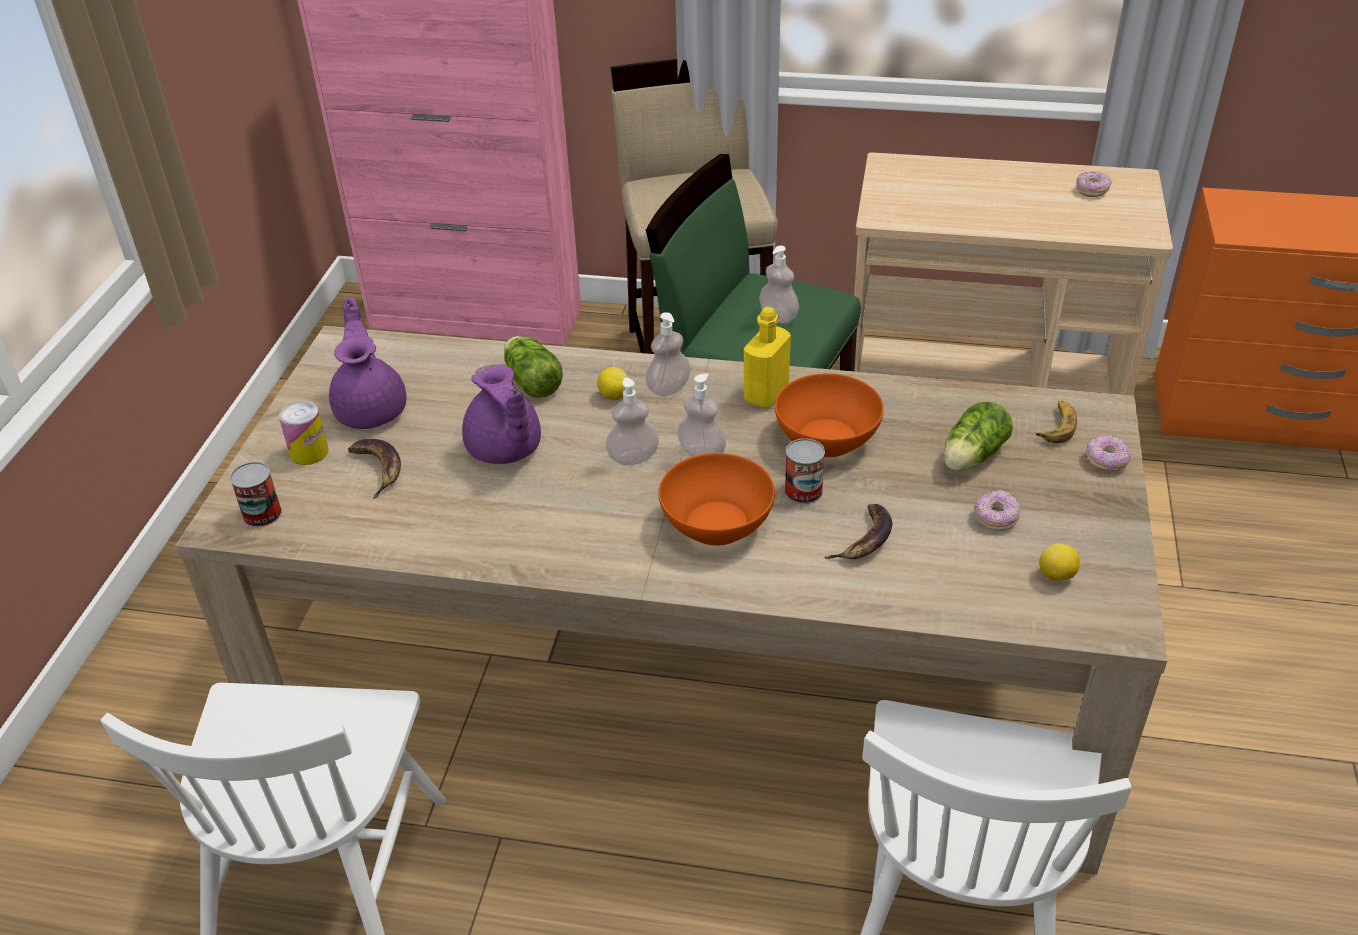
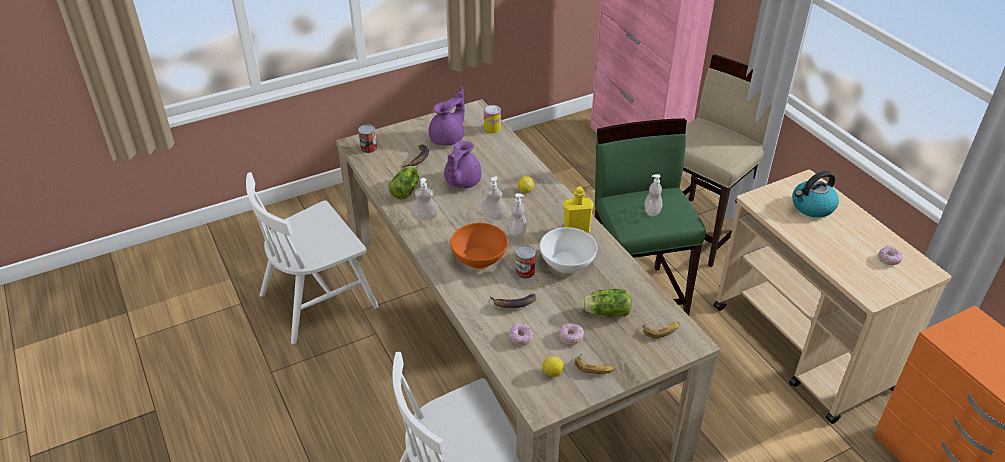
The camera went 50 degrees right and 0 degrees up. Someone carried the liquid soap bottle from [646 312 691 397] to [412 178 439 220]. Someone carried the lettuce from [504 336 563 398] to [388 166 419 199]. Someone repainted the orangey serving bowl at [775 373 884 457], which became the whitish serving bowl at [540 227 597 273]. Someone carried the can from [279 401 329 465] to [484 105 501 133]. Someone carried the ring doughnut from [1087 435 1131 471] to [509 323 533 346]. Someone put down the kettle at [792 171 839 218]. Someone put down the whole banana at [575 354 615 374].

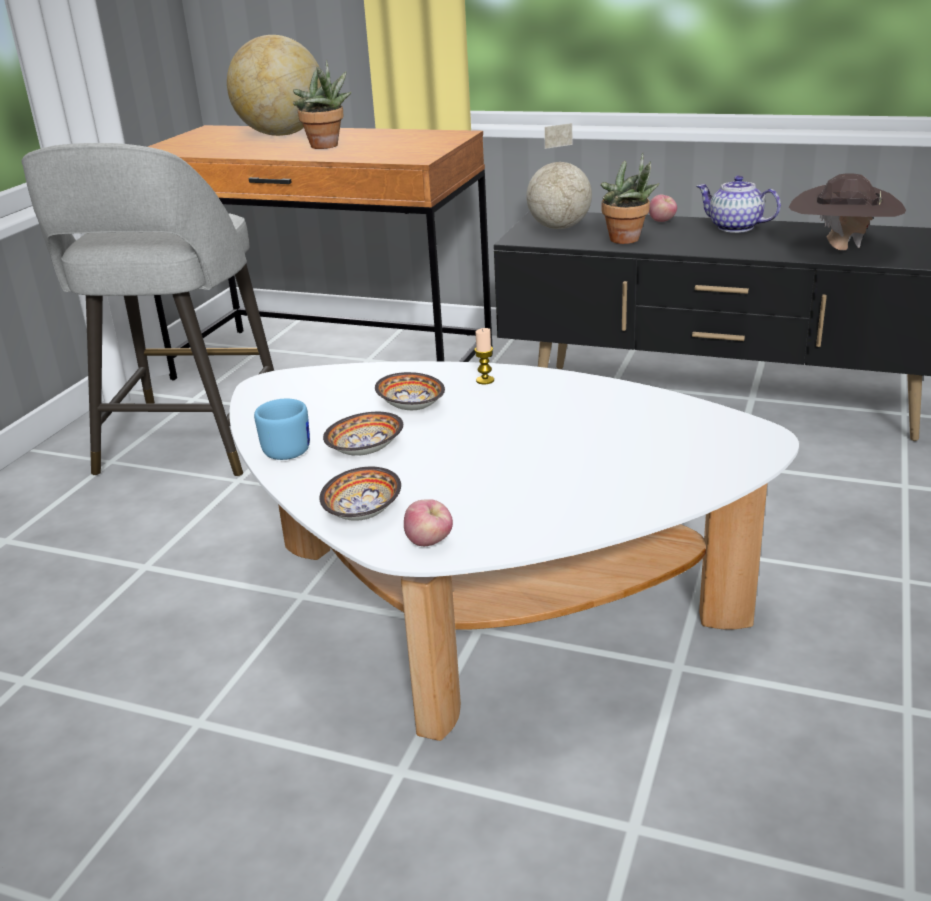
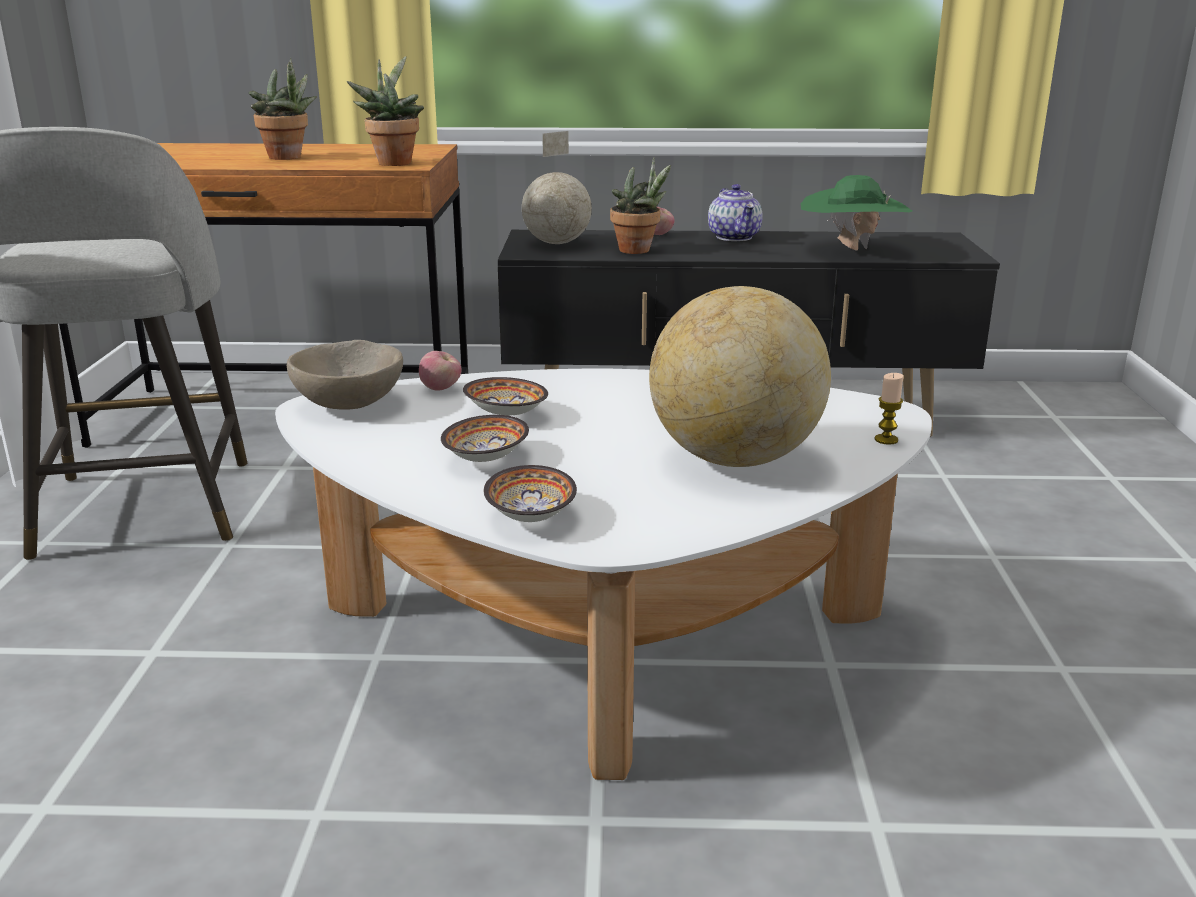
The camera went 20 degrees left and 5 degrees down. Someone carried the world globe from [227 35 321 136] to [649 286 831 467]. Someone repainted the brown-coloured wearable hat at [789 173 906 250], which became the green wearable hat at [801 175 912 251]. Someone rotated the pot for tea at [697 175 781 233] by 120 degrees counterclockwise. Someone carried the wax candle from [474 328 494 384] to [875 373 903 445]. Someone took away the blue-coloured tea mug at [254 399 310 460]. Someone carried the whole apple from [404 499 453 546] to [419 351 461 391]. Someone put down the potted plant at [347 56 424 166]. Someone put down the beige serving bowl at [287 340 403 410].

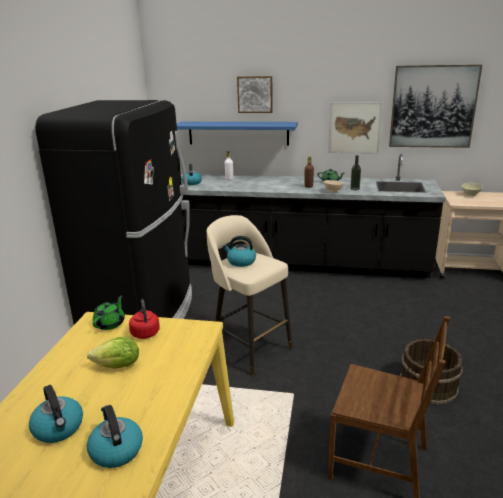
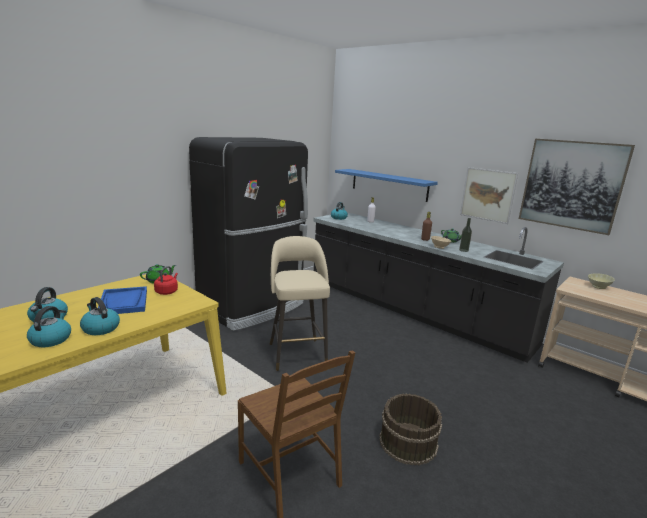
The camera went 30 degrees right and 5 degrees down. Someone took away the wall picture at [237 76 273 113]. Someone carried the kettle from [223 236 256 267] to [80 297 120 335]. Someone swapped the lettuce at [87 337 139 369] for the blue-coloured tray at [98 286 147 314].

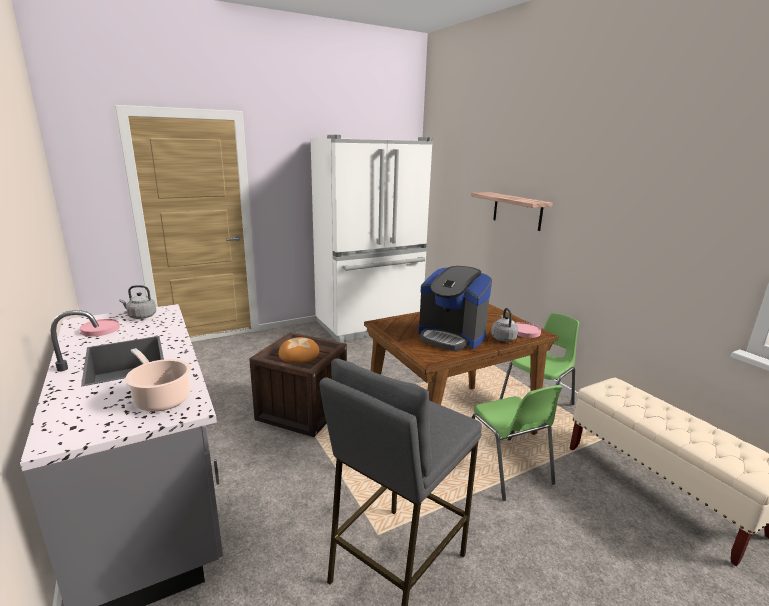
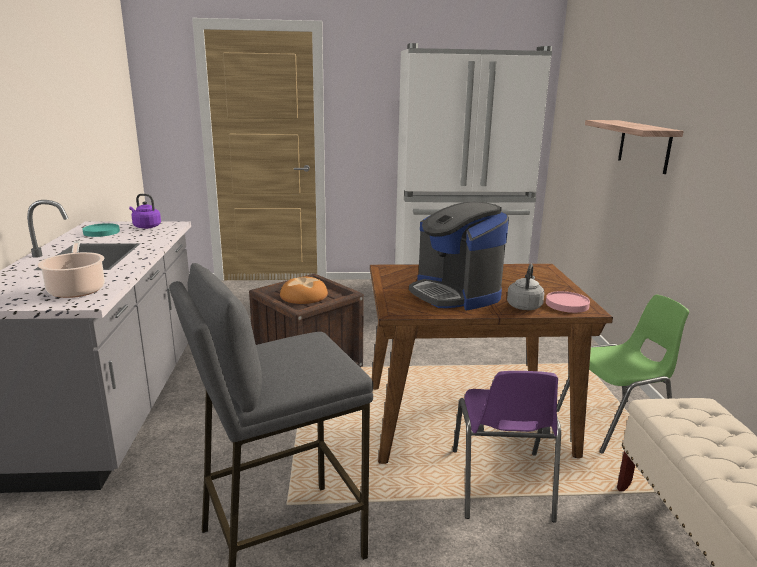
The camera went 25 degrees right and 0 degrees up. Someone repainted the greyish kettle at [119 285 156 319], which became the purplish kettle at [129 194 161 229]. Someone repainted the pinkish dinner plate at [80 319 120 337], which became the turquoise-coloured dinner plate at [83 223 120 237]. Someone repainted the green upright chair at [471 385 562 501], which became the purplish upright chair at [453 371 561 523].

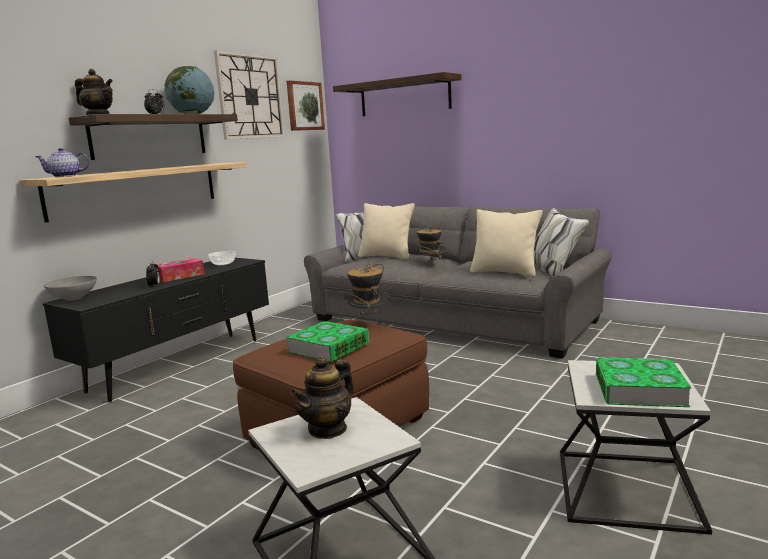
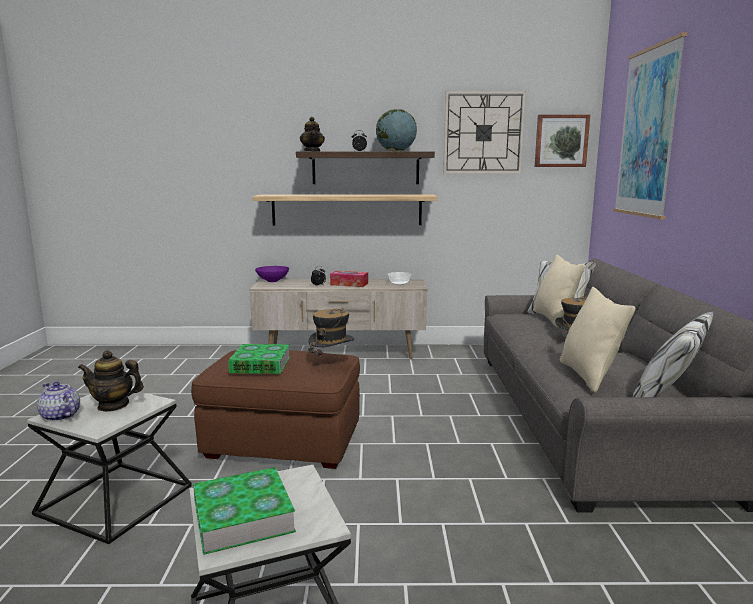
The camera went 55 degrees right and 0 degrees up. Someone swapped the shelf at [333 72 462 116] for the wall picture at [613 32 687 220]. Someone carried the pot for tea from [35 148 89 177] to [37 382 80 422]. Someone repainted the blackish tv unit at [43 258 269 402], which became the beige tv unit at [249 279 428 359]. Someone repainted the greyish serving bowl at [43 276 97 301], which became the purplish serving bowl at [255 266 289 282].

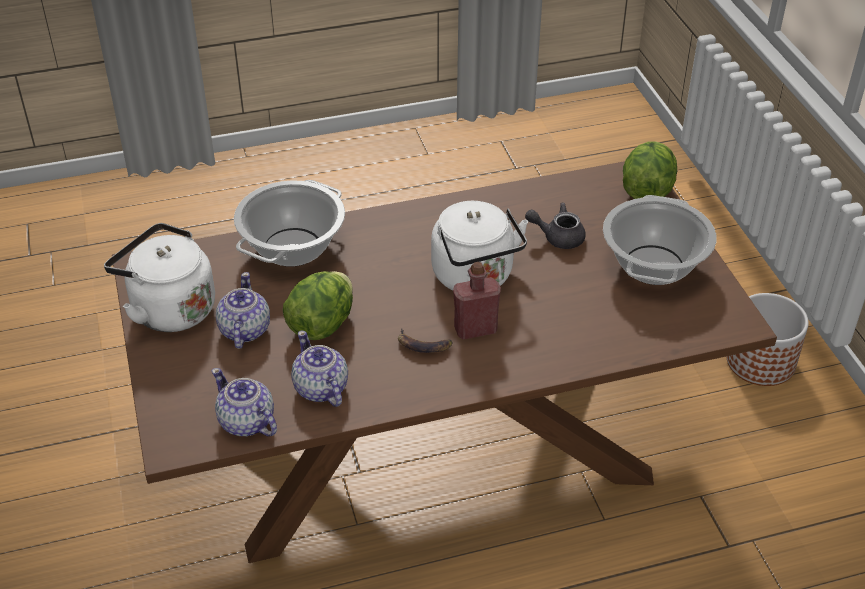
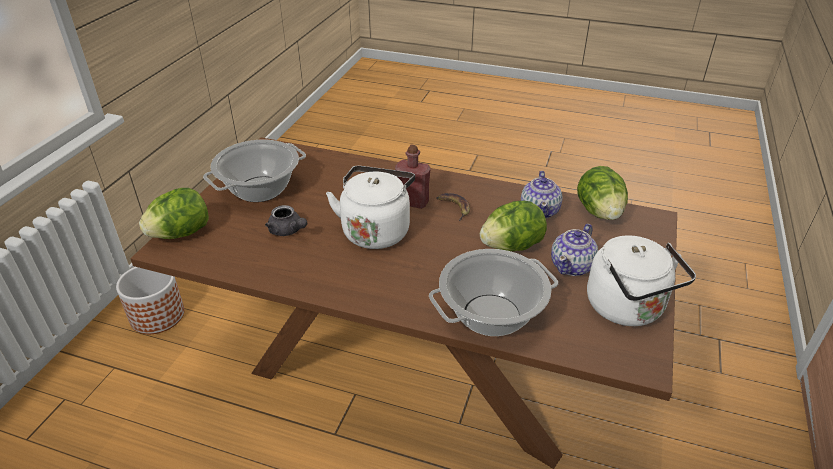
The camera went 145 degrees left and 5 degrees down. Someone swapped the pot for tea at [211 368 277 437] for the lettuce at [577 166 628 220].

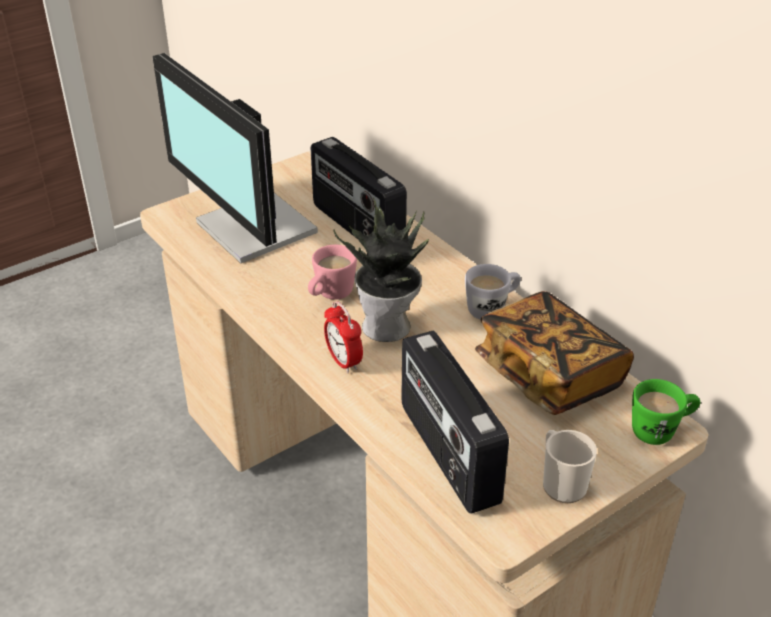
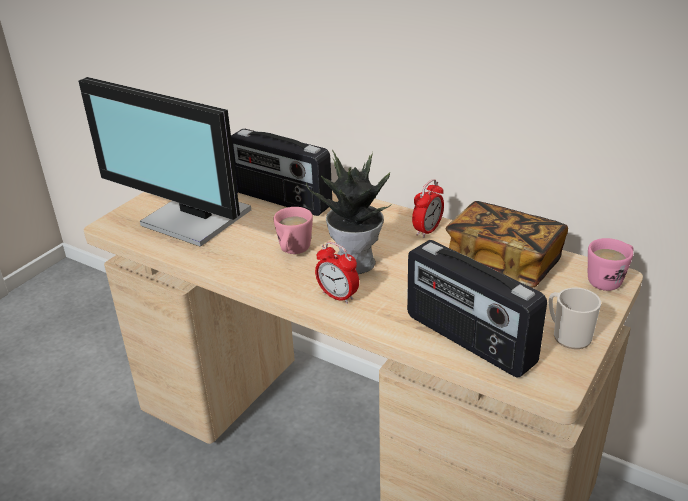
The camera went 20 degrees left and 5 degrees down. Someone swapped the whitish tea mug at [465 264 521 320] for the bedside clock at [412 179 444 238]. Someone repainted the green tea mug at [632 379 700 445], which became the pinkish tea mug at [588 238 634 291].

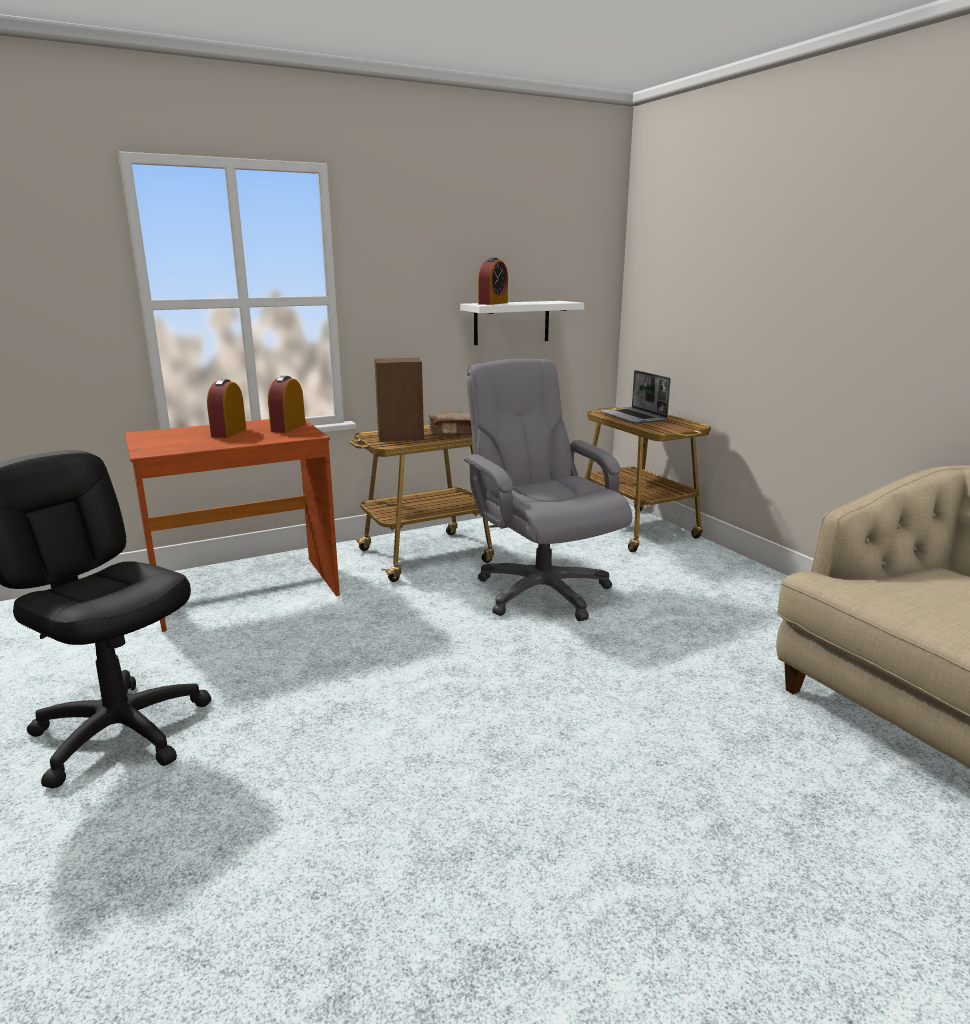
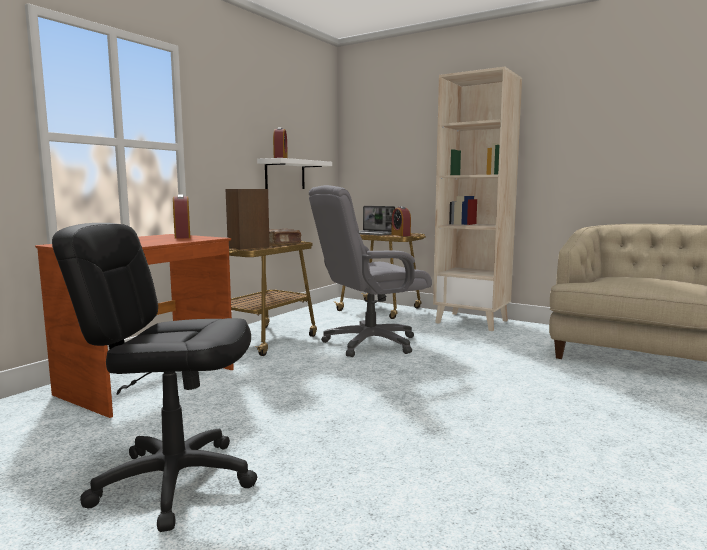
The camera went 30 degrees left and 10 degrees down. Someone rotated the greyish computer chair at [464 359 632 621] by 60 degrees counterclockwise. Someone carried the bedside clock from [207 379 246 438] to [392 206 411 236]. Someone put down the beige bookshelf at [433 67 522 331].

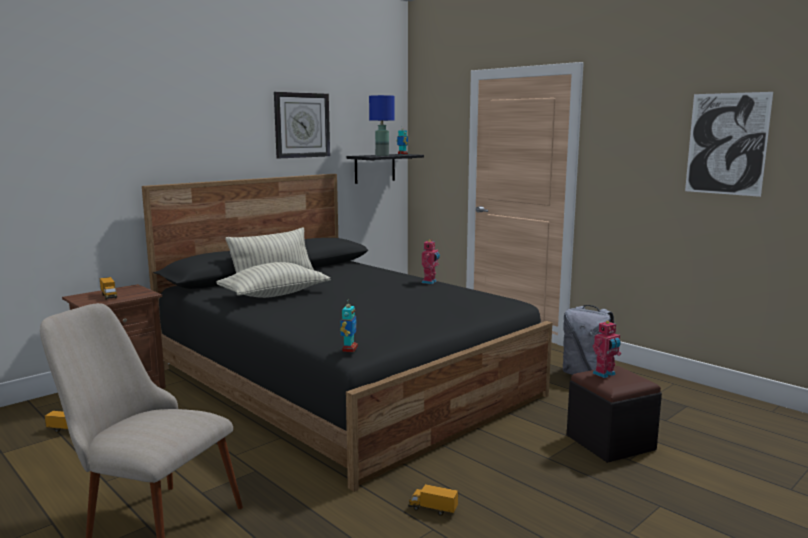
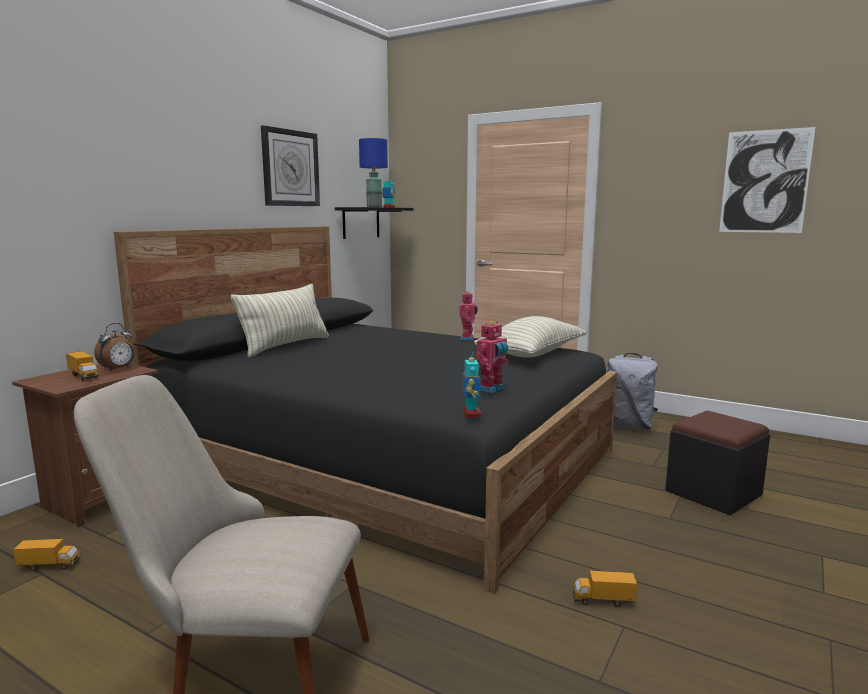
The camera went 15 degrees left and 0 degrees up. Someone carried the throw pillow from [216 262 331 298] to [474 316 586 358]. Someone carried the model robot from [593 320 621 378] to [476 321 509 393]. Someone put down the bedside clock at [94 323 135 371].

